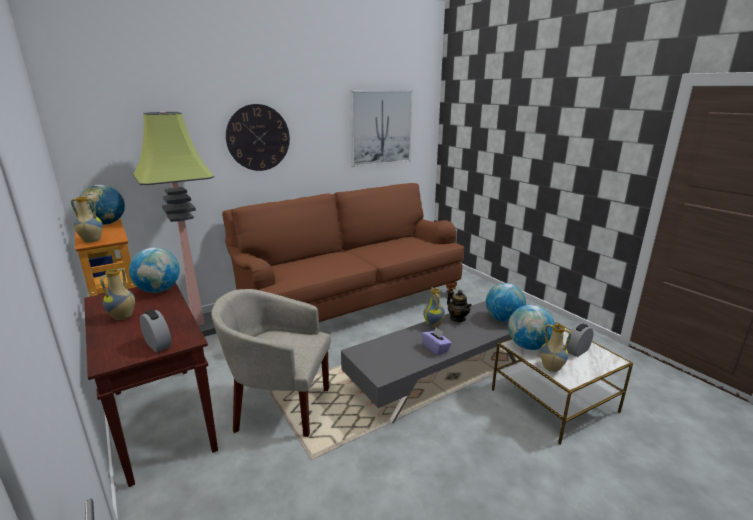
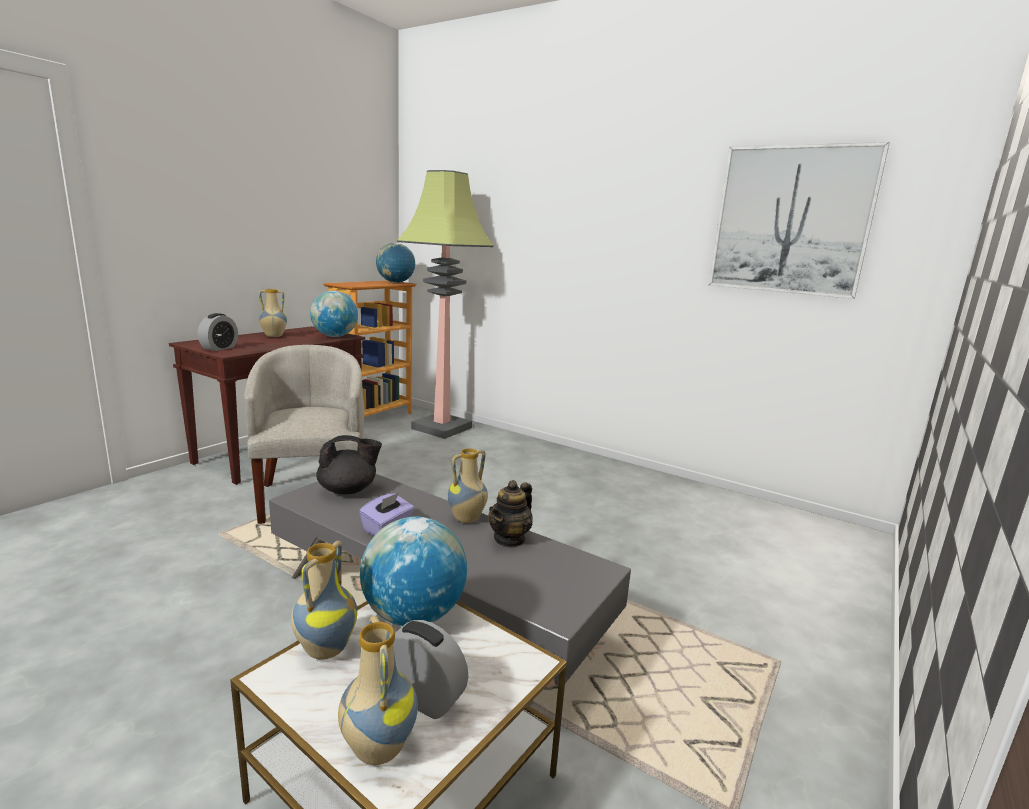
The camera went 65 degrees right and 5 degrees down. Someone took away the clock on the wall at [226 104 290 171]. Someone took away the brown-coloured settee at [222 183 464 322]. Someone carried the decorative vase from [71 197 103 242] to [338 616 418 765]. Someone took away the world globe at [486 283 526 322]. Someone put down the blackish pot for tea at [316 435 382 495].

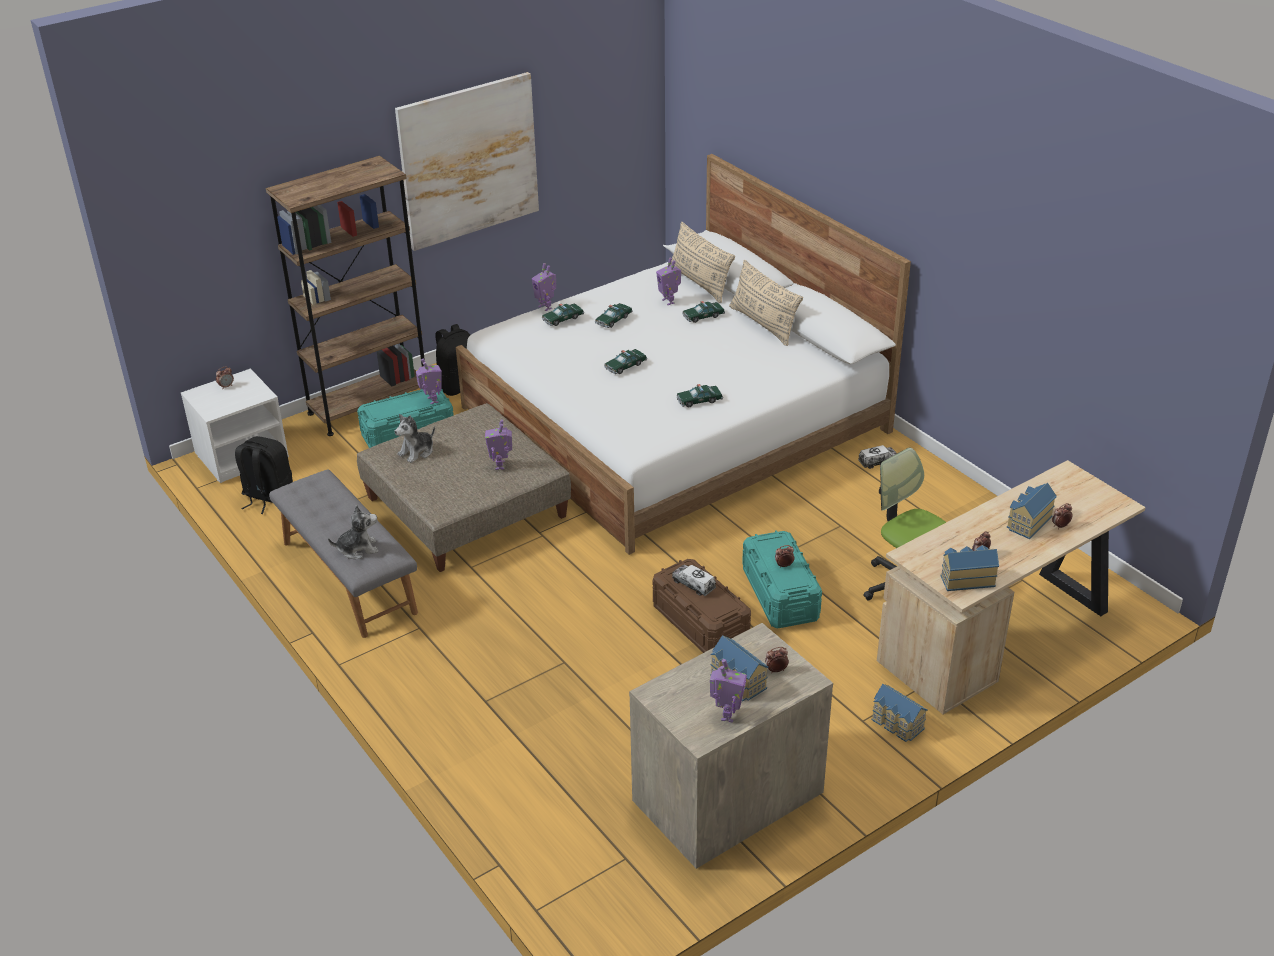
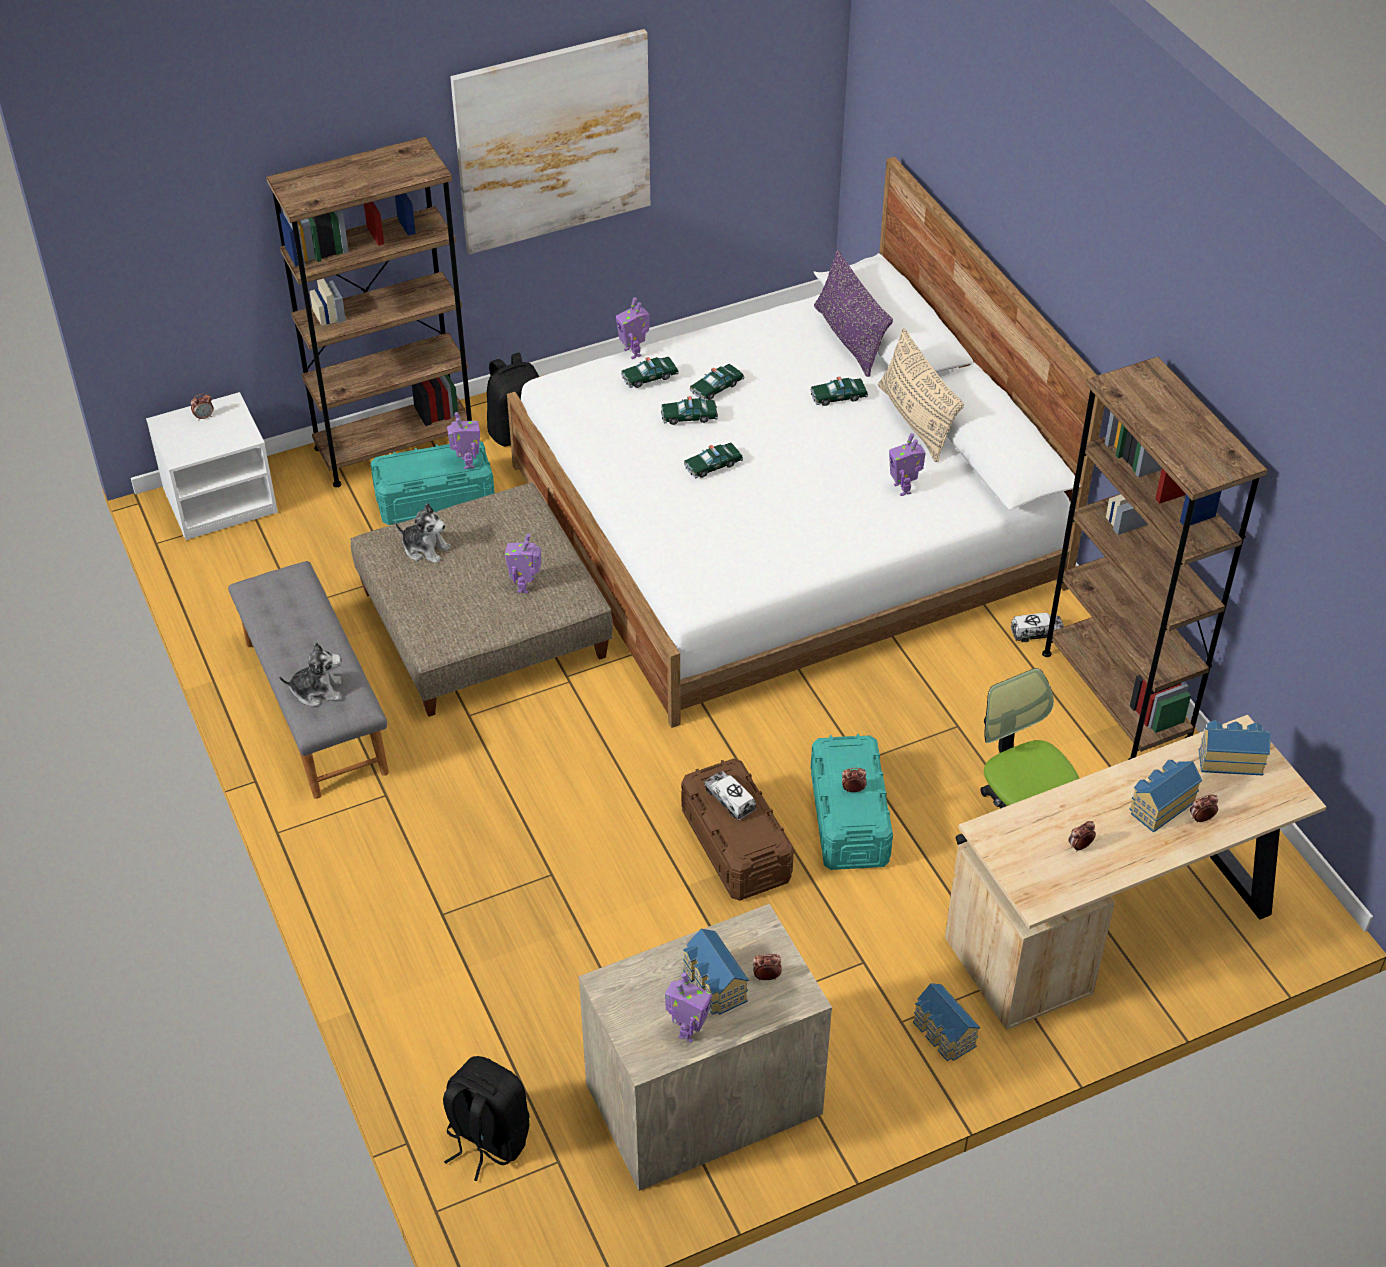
The camera went 10 degrees right and 10 degrees up. Someone repainted the beige throw pillow at [671 222 735 303], which became the purplish throw pillow at [814 250 893 377]. Someone carried the model robot from [656 258 681 305] to [889 433 926 496]. Someone carried the miniature car from [677 384 723 407] to [661 396 718 425]. Someone rotated the soft toy at [395 414 435 463] by 120 degrees counterclockwise. Someone carried the blackish rucksack from [235 436 293 514] to [443 1056 529 1181]. Someone carried the toy house from [941 545 999 591] to [1199 720 1271 775]. Someone put down the brown-coloured bookshelf at [1042 357 1267 760].

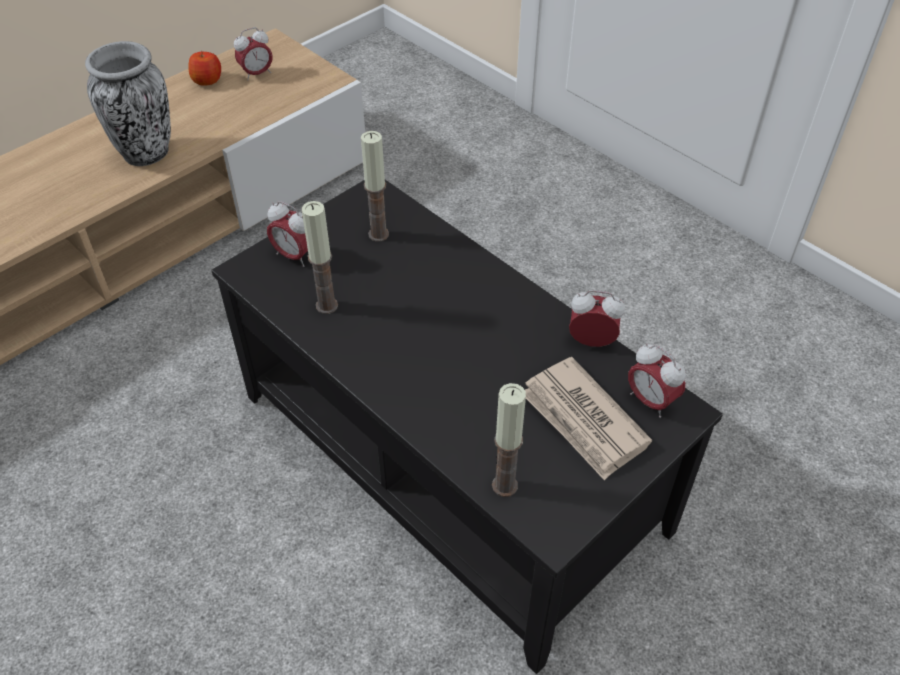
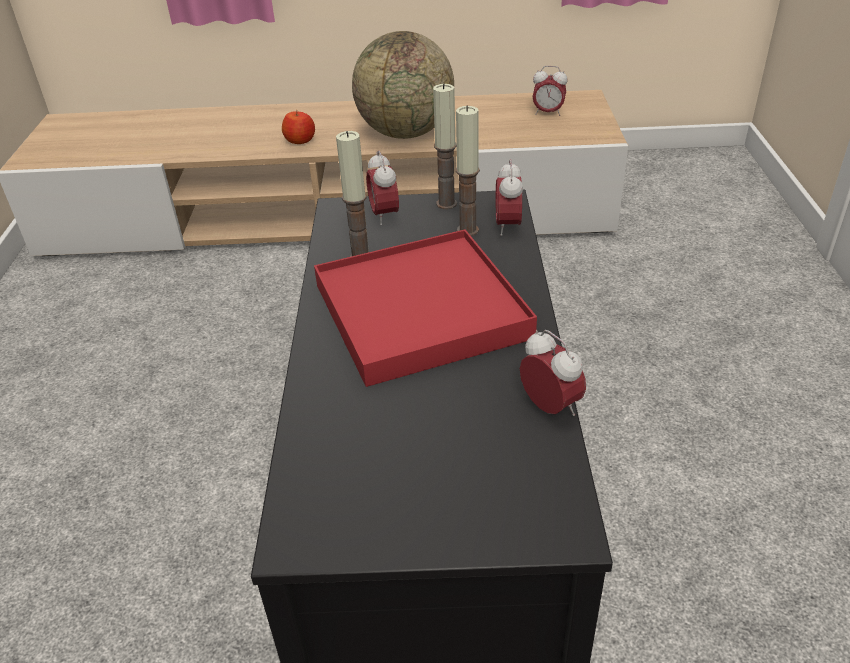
The camera went 45 degrees right and 10 degrees down. Someone swapped the decorative vase at [85 41 171 166] for the world globe at [352 31 454 139]. Someone carried the whole apple from [188 52 221 86] to [282 110 315 144]. Someone carried the bedside clock from [628 343 686 418] to [496 159 523 236]. Someone took away the newspaper at [525 357 652 480]. Someone carried the wax candle from [492 383 526 497] to [433 84 457 209]. Someone put down the reddish tray at [314 229 537 387].

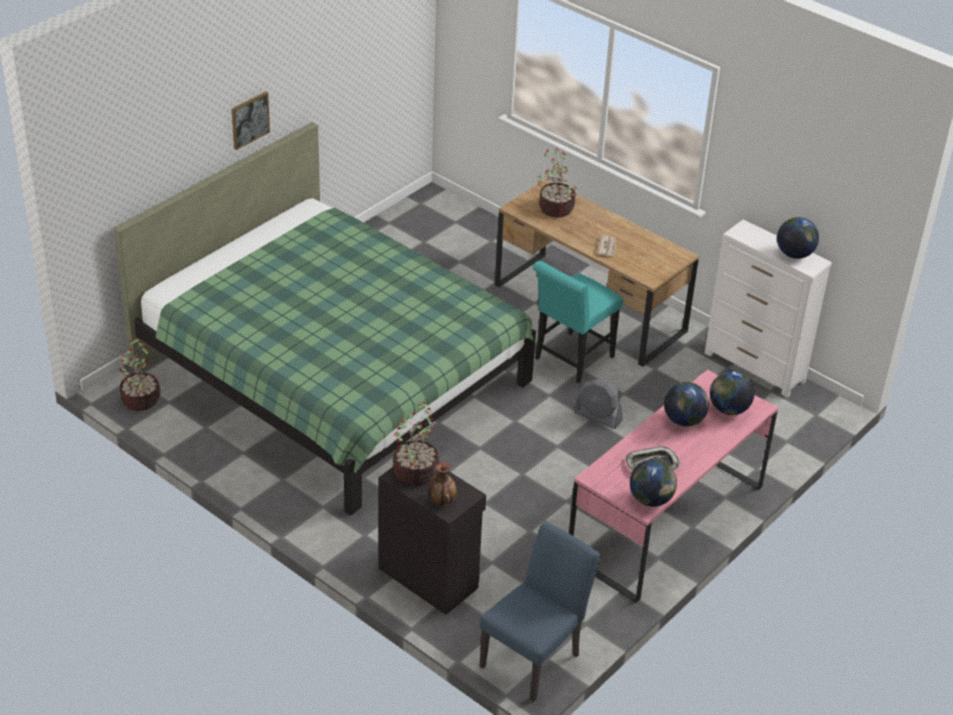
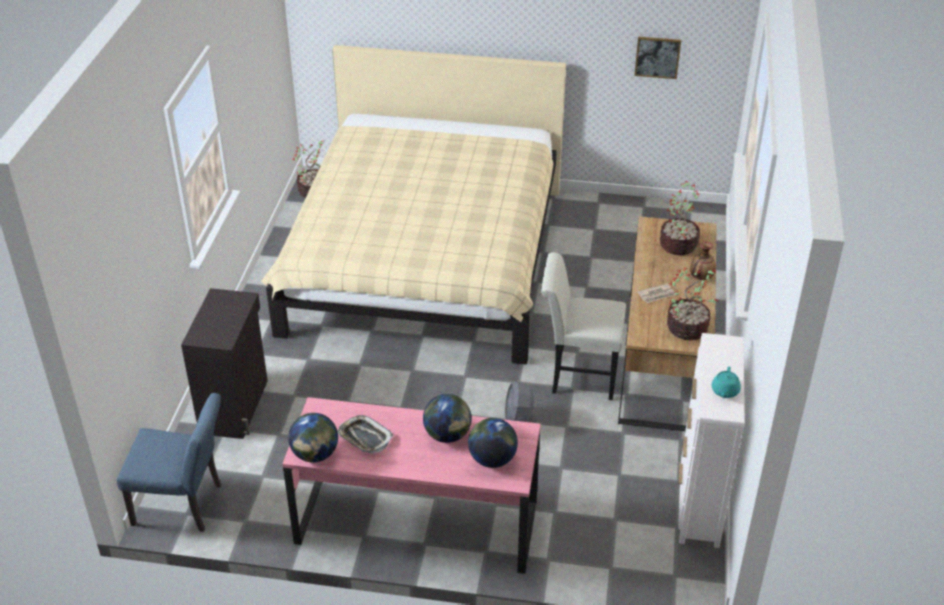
The camera went 60 degrees right and 0 degrees up. Someone carried the wall picture from [232 92 270 150] to [634 37 681 79]. Someone repainted the green sleeping bed at [114 122 536 516], which became the beige sleeping bed at [261 45 566 364]. Someone swapped the world globe at [777 217 819 259] for the turquoise-coloured pot for tea at [712 367 741 398]. Someone repainted the turquoise-coloured upright chair at [532 261 623 383], which became the whitish upright chair at [541 252 626 400]. Someone carried the potted plant from [393 402 439 485] to [667 267 719 340]. Someone carried the decorative vase from [428 462 457 506] to [690 241 716 280].

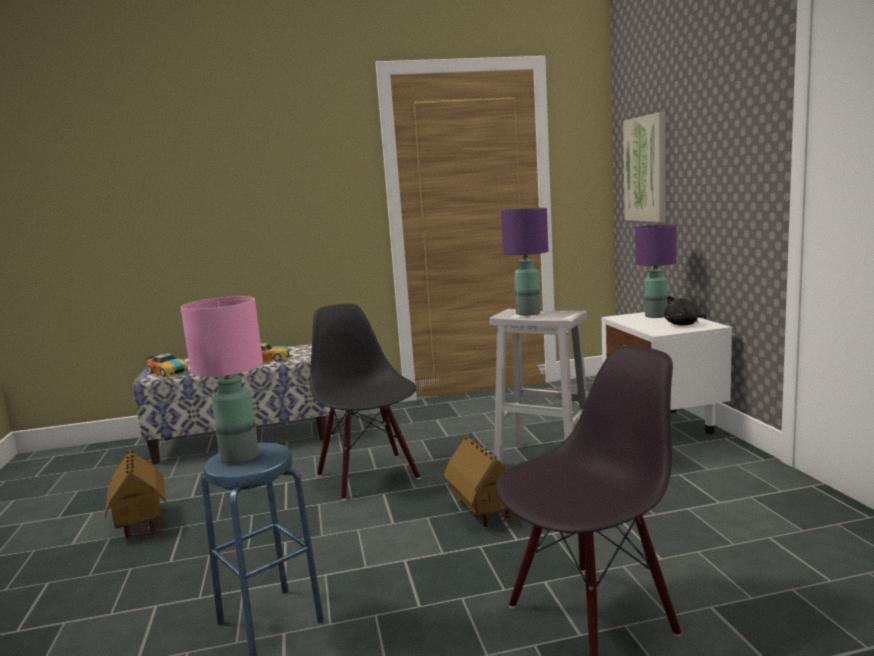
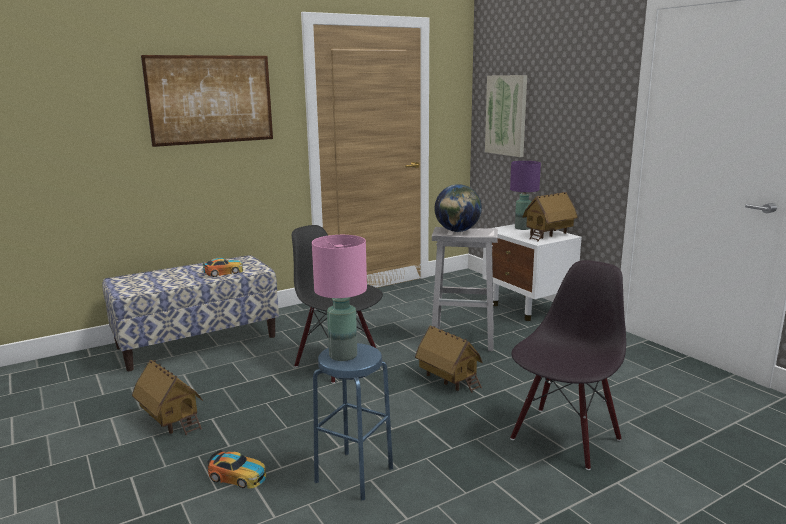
The camera went 20 degrees left and 5 degrees up. Someone swapped the purplish lamp for a table at [501 208 548 316] for the world globe at [434 184 482 232]. Someone swapped the blackish soft toy at [664 296 706 325] for the toy house at [522 192 578 242]. Someone carried the miniature car from [147 353 188 377] to [207 450 266 489]. Someone put up the wall picture at [141 55 273 147].

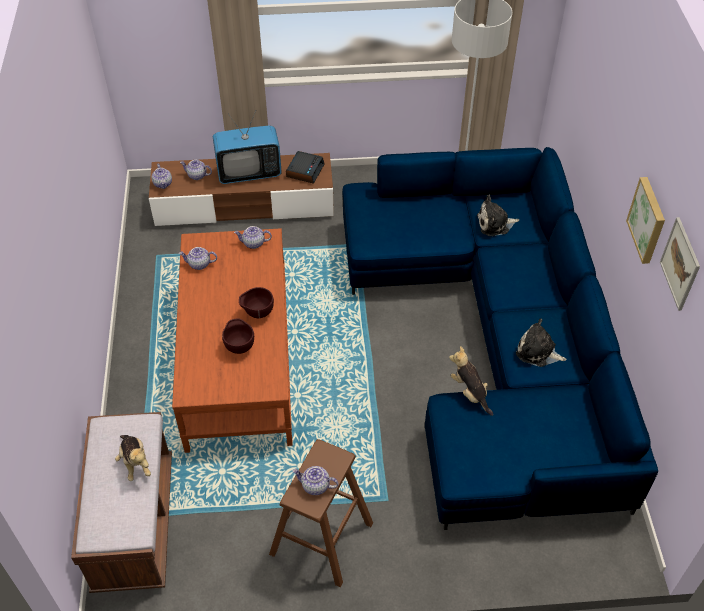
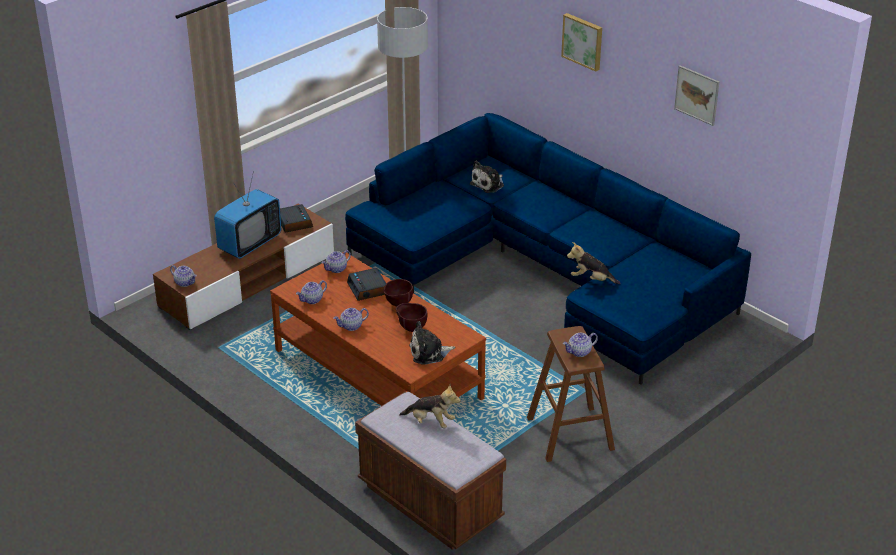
The camera went 40 degrees left and 15 degrees down. Someone carried the pot for tea from [180 160 212 180] to [334 308 369 331]. Someone carried the wall picture from [626 177 665 264] to [561 13 602 72]. Someone carried the soft toy from [516 318 567 367] to [409 321 455 365]. Someone put down the bedside clock at [347 268 386 301].

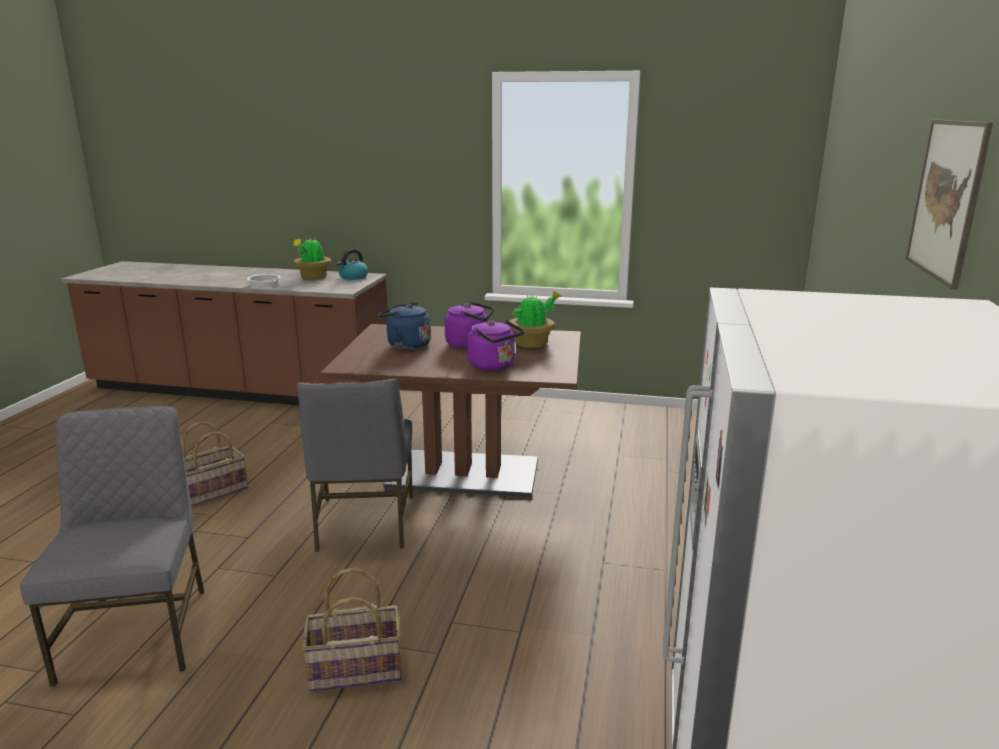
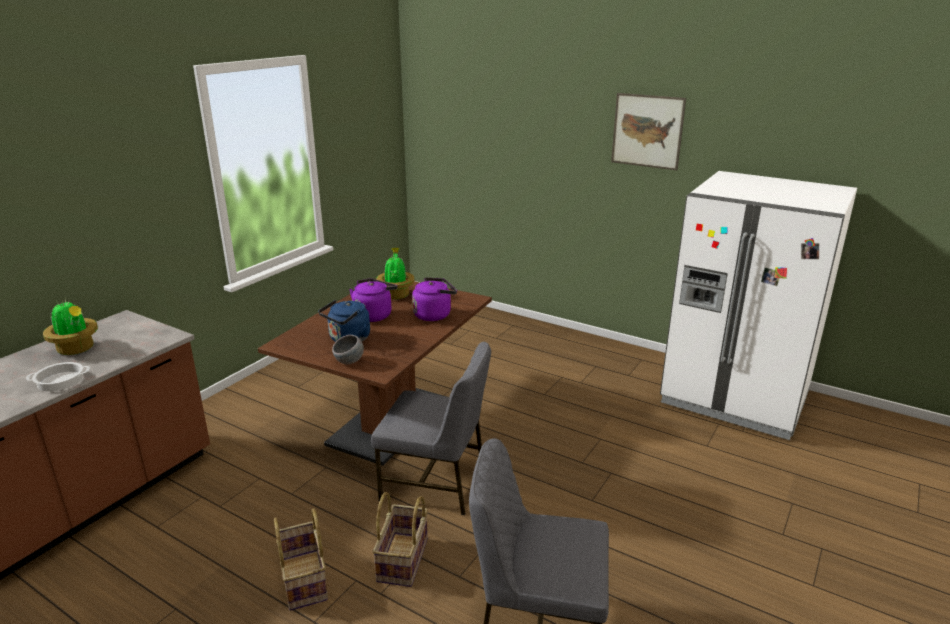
The camera went 70 degrees left and 5 degrees up. Someone took away the kettle at [337 249 368 280]. Someone carried the basket from [302 568 401 692] to [372 492 428 587]. Someone put down the greyish serving bowl at [332 335 364 364].

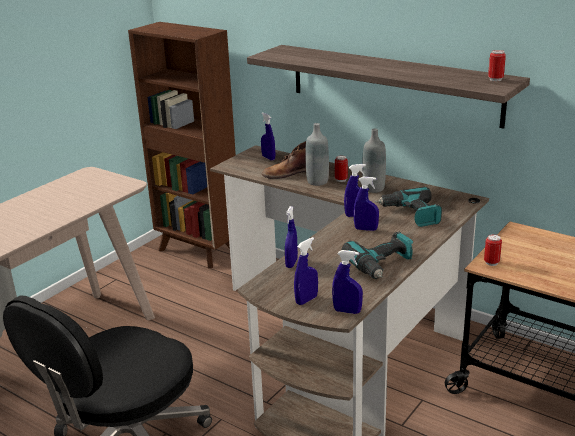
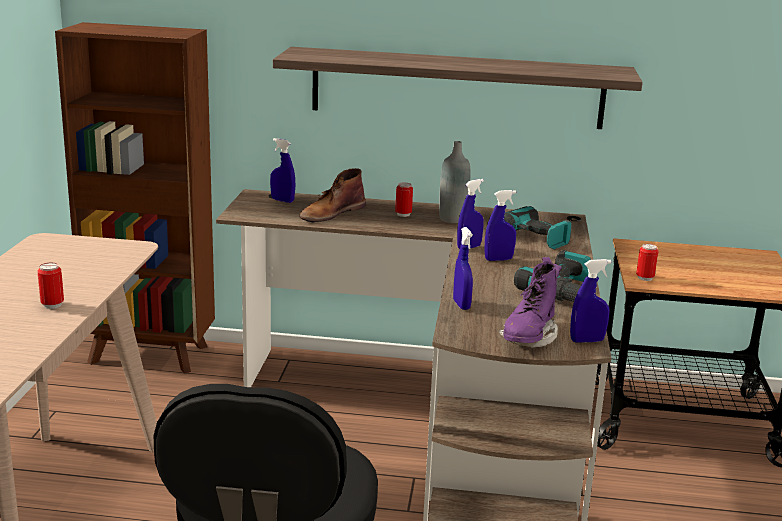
The camera went 30 degrees left and 5 degrees down. Someone carried the can from [488 50 506 81] to [38 263 64 309]. Someone took away the greyish drink bottle at [306 123 329 186]. Someone swapped the blue-coloured sprayer at [294 237 318 305] for the purplish tall boot at [499 257 562 348].

